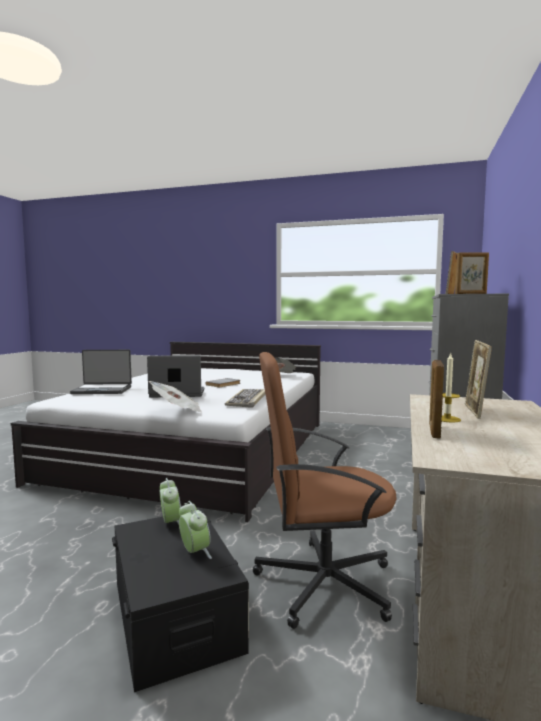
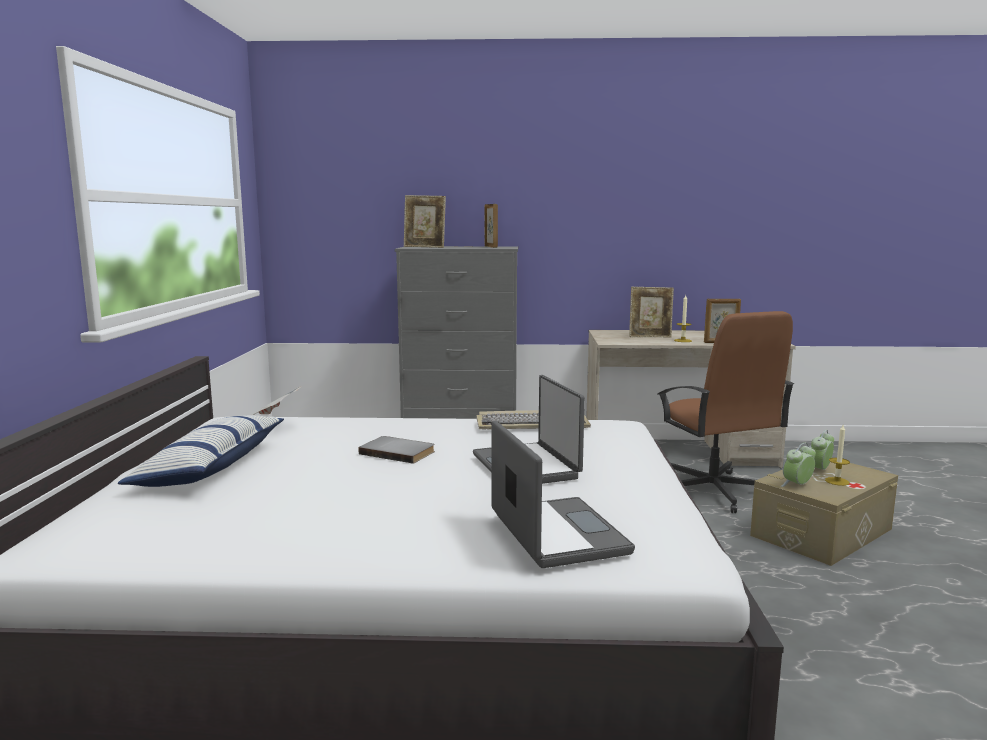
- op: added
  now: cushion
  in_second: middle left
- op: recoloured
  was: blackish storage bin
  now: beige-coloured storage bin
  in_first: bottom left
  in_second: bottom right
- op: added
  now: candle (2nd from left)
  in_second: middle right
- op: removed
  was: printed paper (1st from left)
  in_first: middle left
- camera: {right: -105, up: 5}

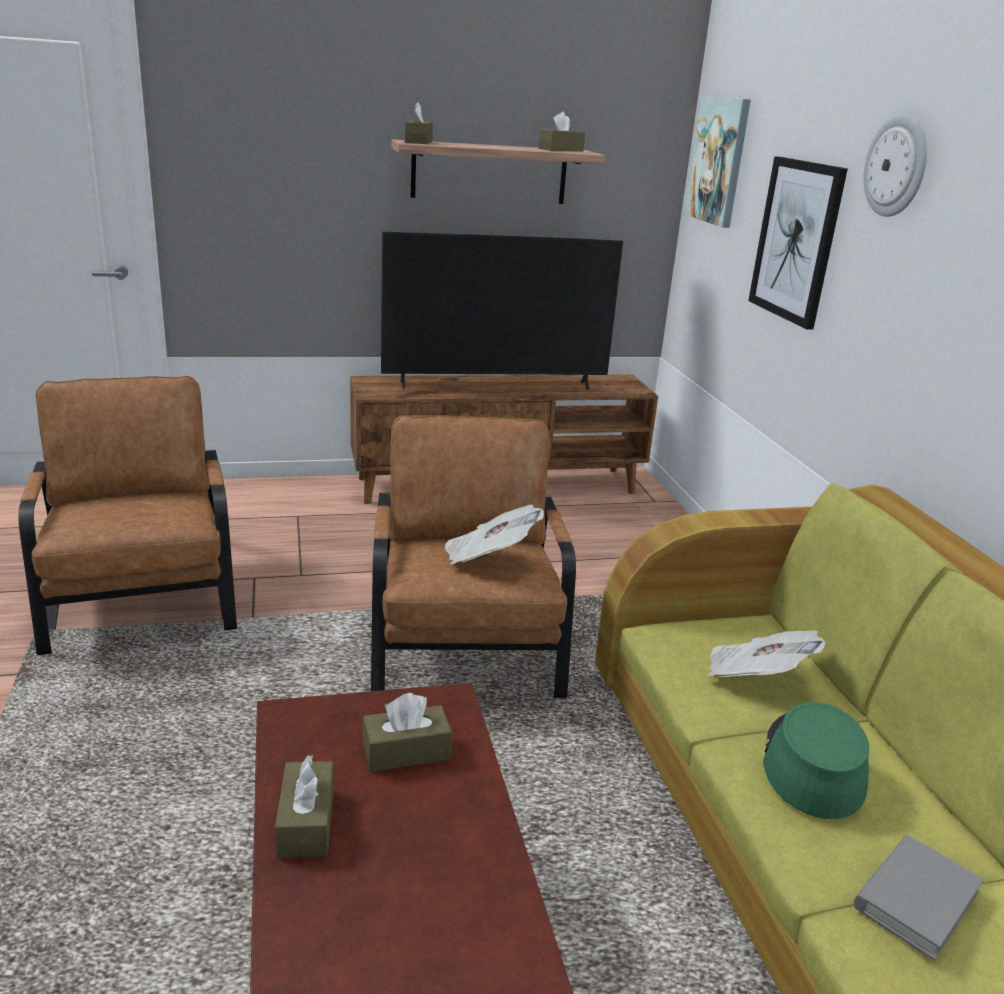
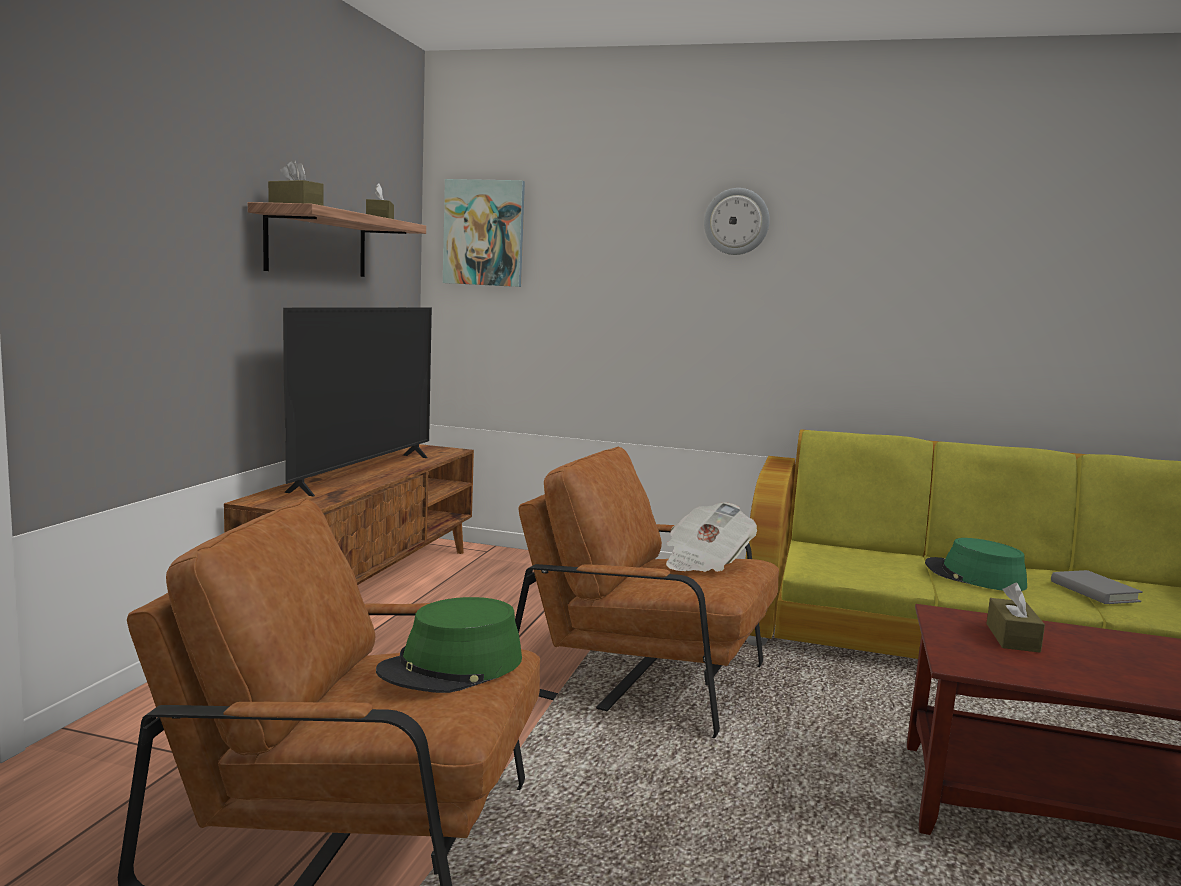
- op: added
  now: green-coloured clothing hat (1st from left)
  in_second: bottom centre
- op: removed
  was: brown tissue holder (1st from left)
  in_first: bottom left
- op: removed
  was: printed paper (2nd from left)
  in_first: middle right
- op: removed
  was: wall art (2nd from left)
  in_first: top right
- camera: {right: -60, up: -15}

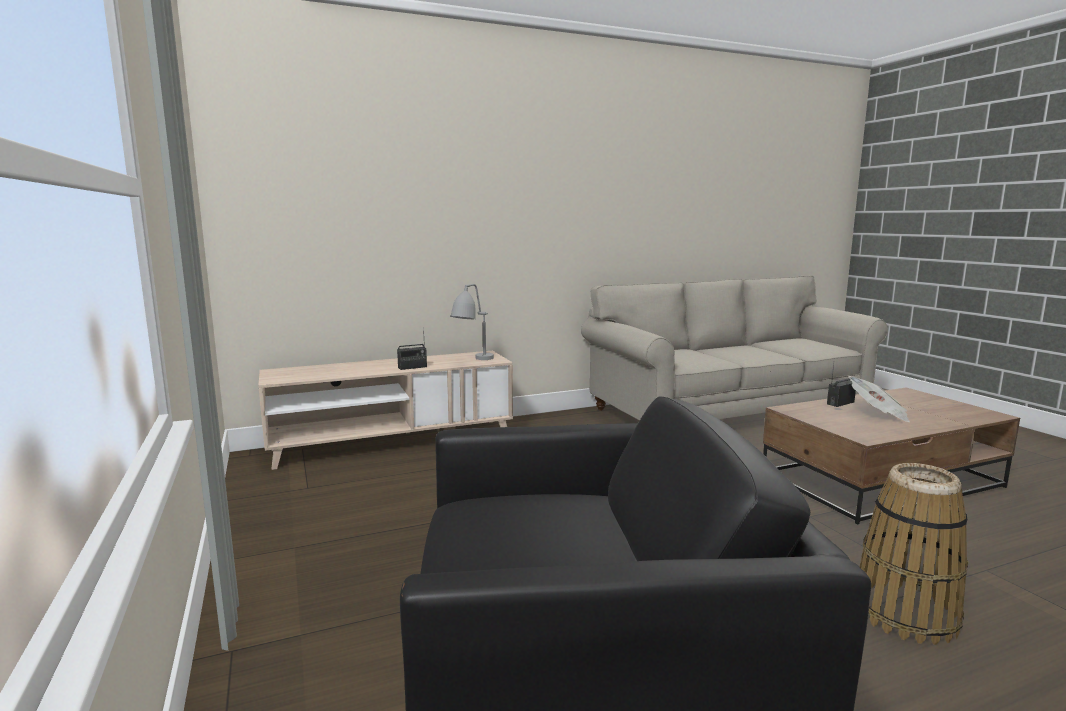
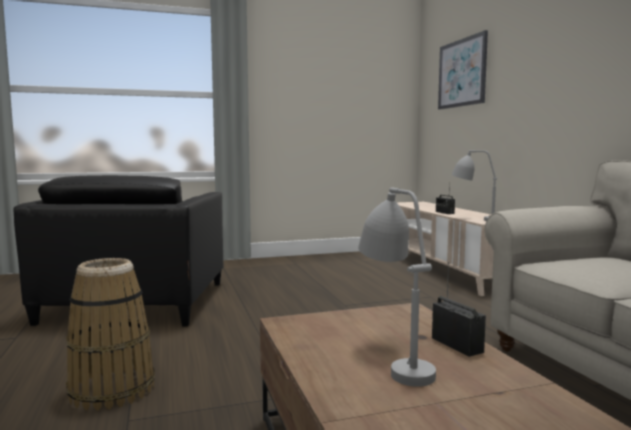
- op: replaced
  was: printed paper
  now: greyish table lamp (1st from left)
  in_first: middle right
  in_second: bottom centre
- op: added
  now: wall art
  in_second: top right
- camera: {right: 95, up: -5}

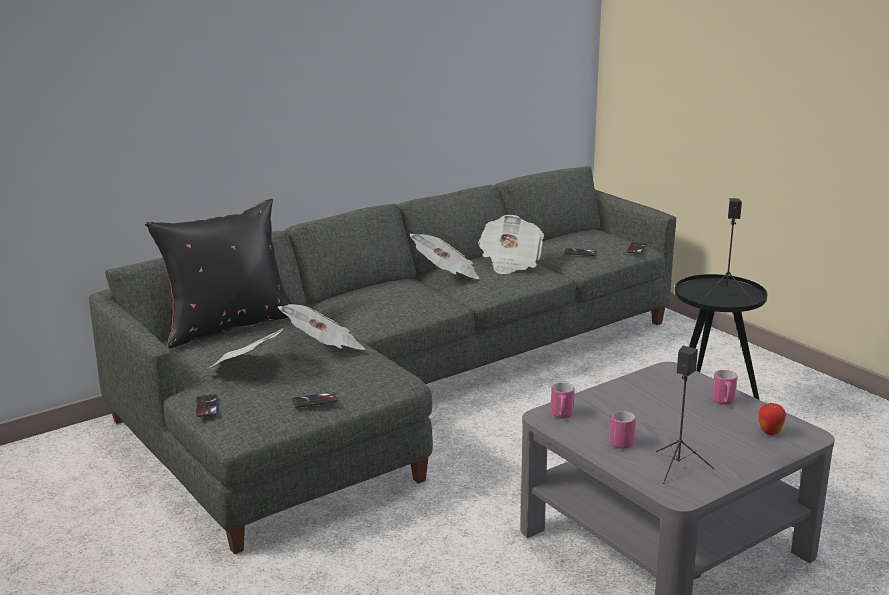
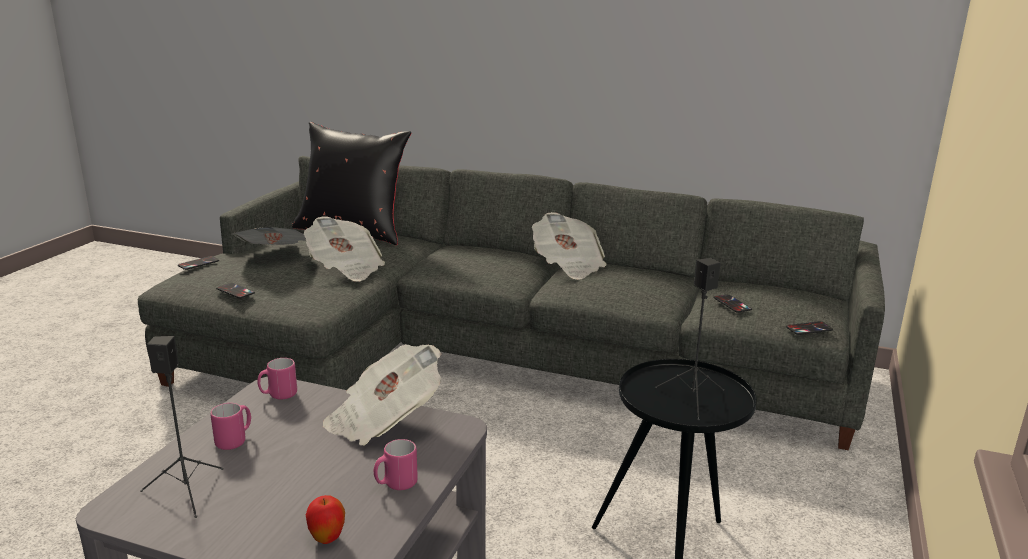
- op: moved
  was: printed paper (4th from left in the first image)
  now: printed paper (3rd from left)
  in_first: centre
  in_second: bottom centre
- camera: {right: 55, up: 0}

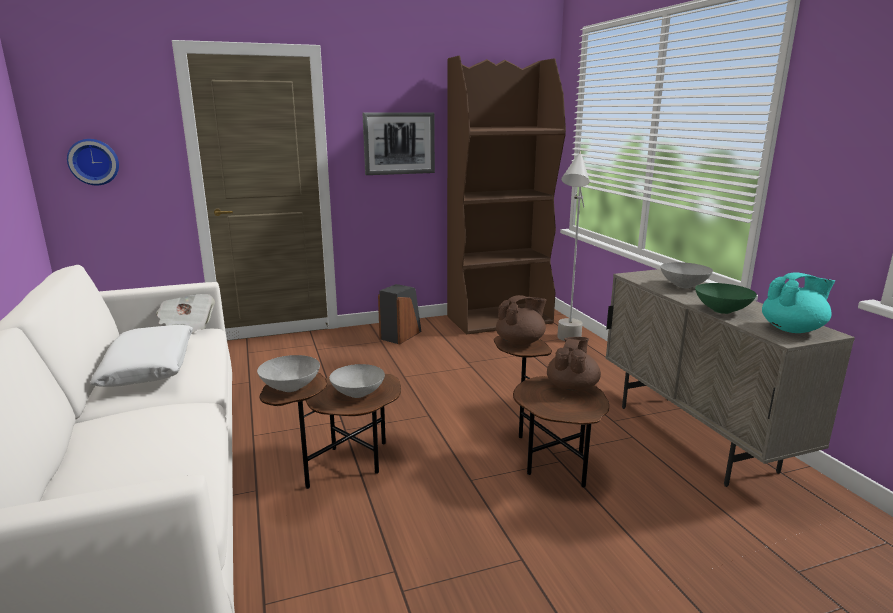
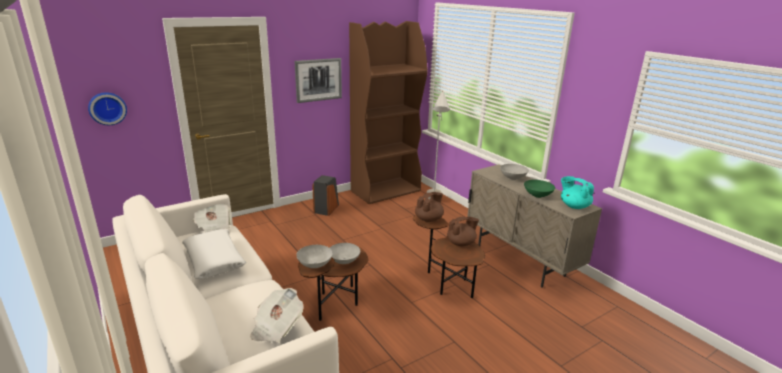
- op: added
  now: printed paper (2nd from left)
  in_second: bottom centre
- op: turned
  was: brown tea pot (2nd from left)
  in_first: centre
  in_second: centre
  clockwise: 60
- op: turned
  was: blue-green tea pot
  in_first: middle right
  in_second: middle right
  clockwise: -105
- camera: {right: -15, up: 5}

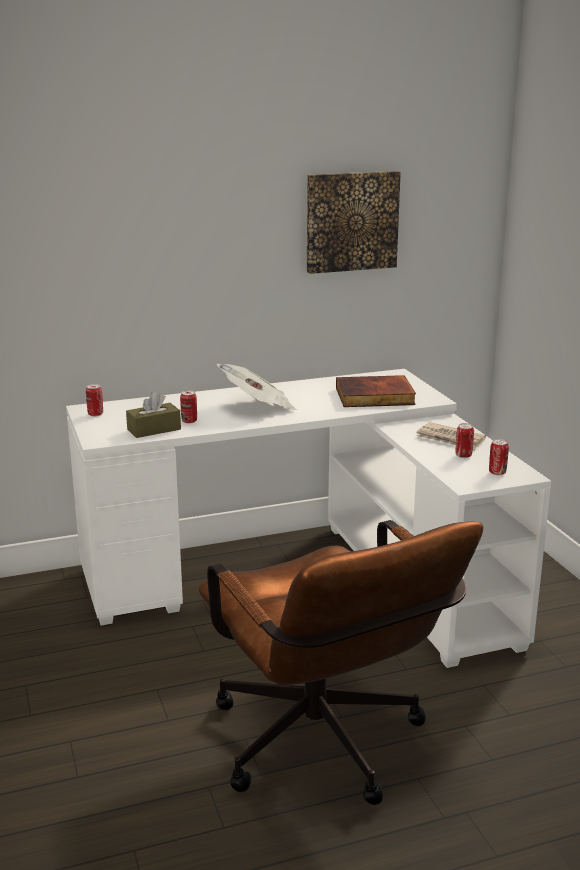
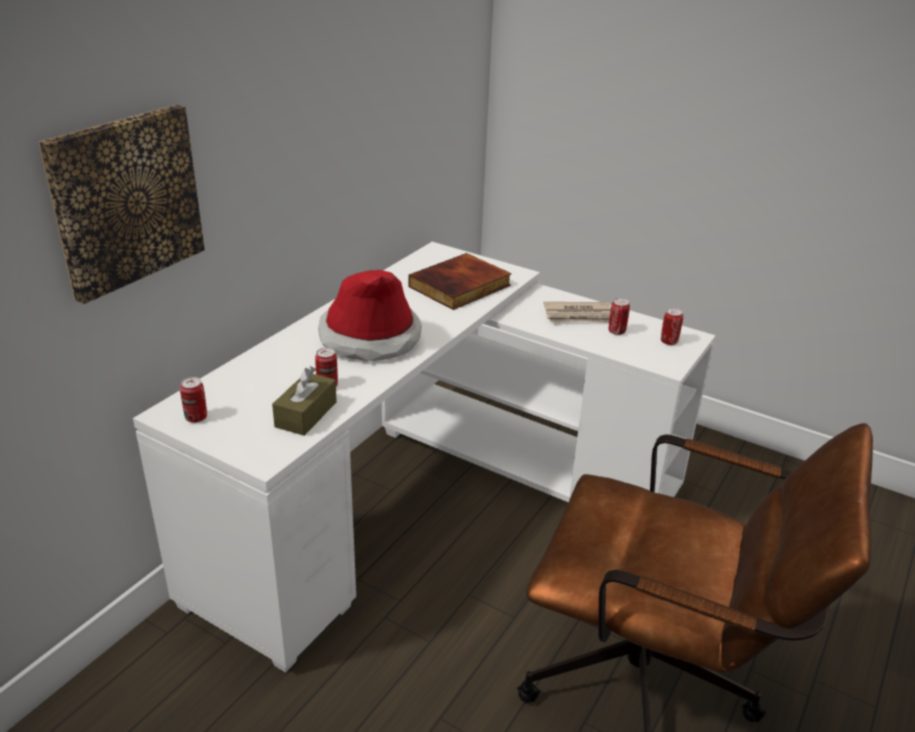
- op: moved
  was: wall art
  in_first: top centre
  in_second: top left
- op: replaced
  was: printed paper (1st from left)
  now: clothing hat
  in_first: centre
  in_second: centre
- camera: {right: -40, up: 10}

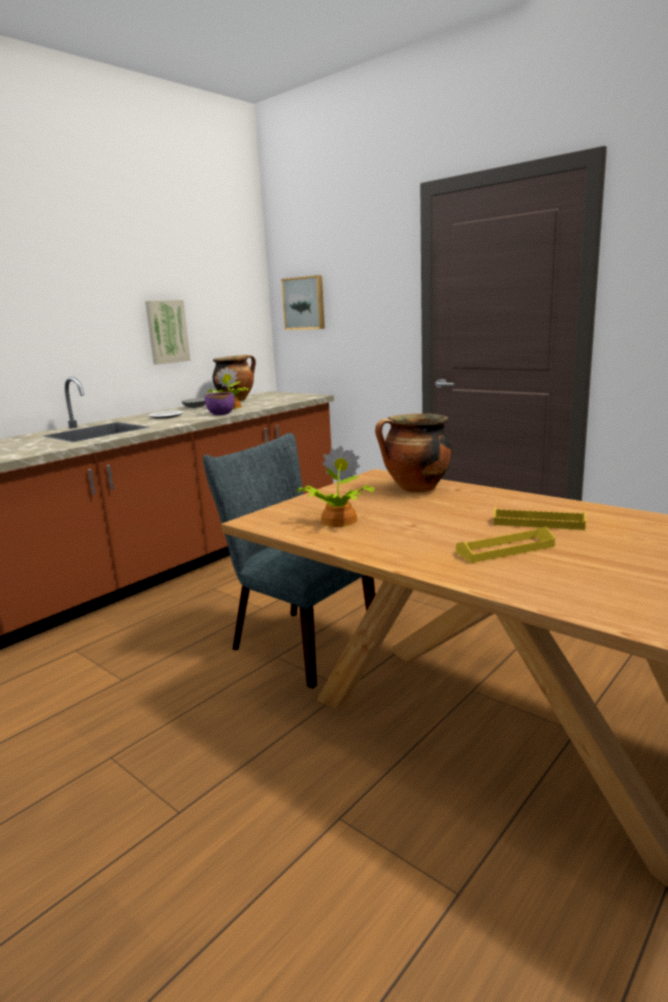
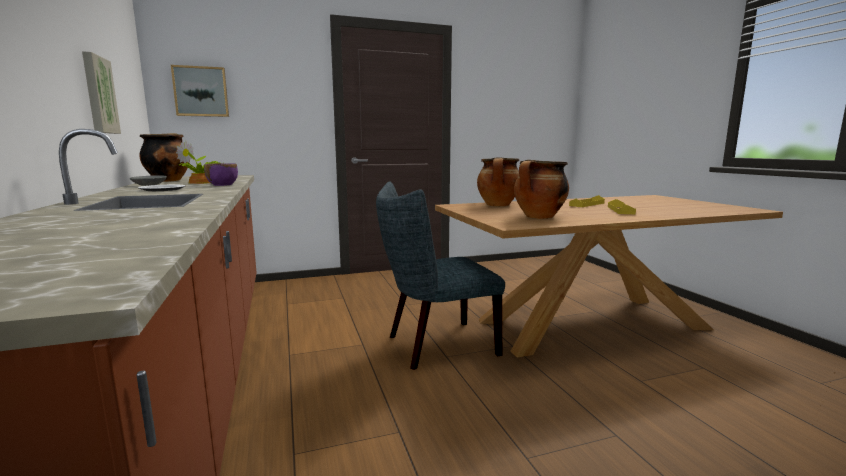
- op: replaced
  was: potted plant (2nd from left)
  now: saucepot (3rd from left)
  in_first: centre
  in_second: centre
- camera: {right: -60, up: -5}

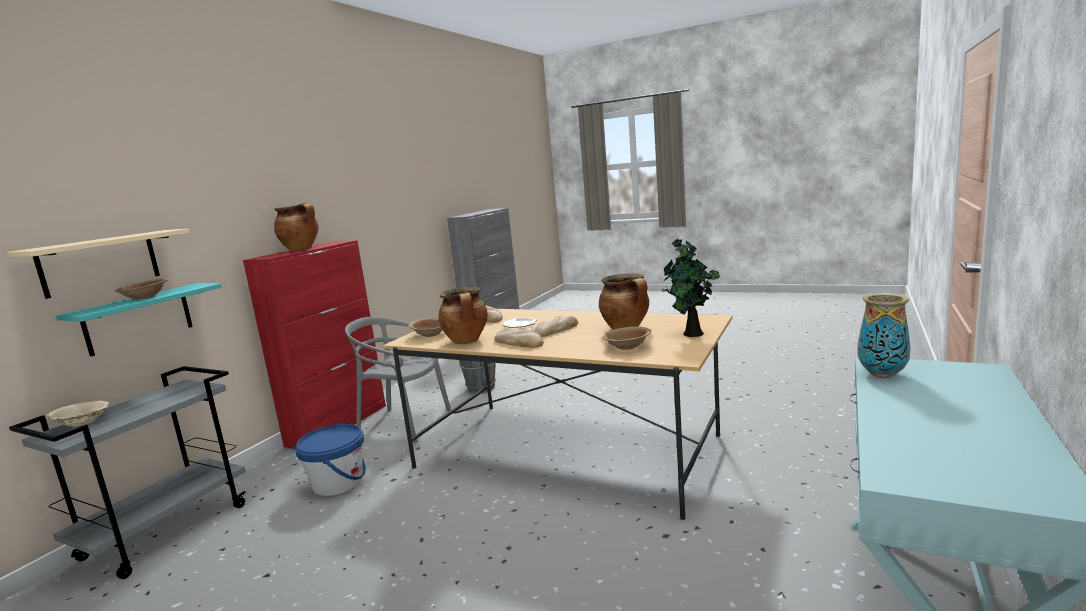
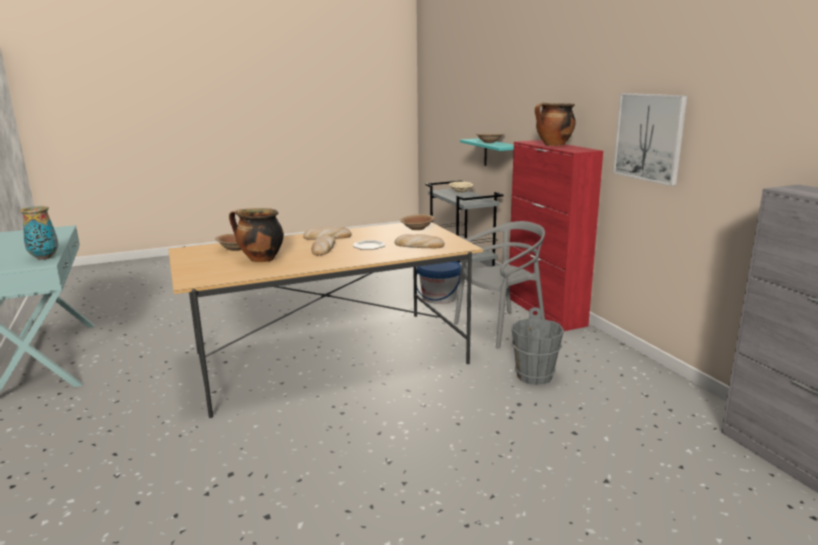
- op: added
  now: wall art
  in_second: top right
- op: removed
  was: beige-coloured shelf
  in_first: middle left
- op: removed
  was: saucepot (2nd from left)
  in_first: centre
- op: removed
  was: potted plant
  in_first: centre
- camera: {right: 130, up: 5}

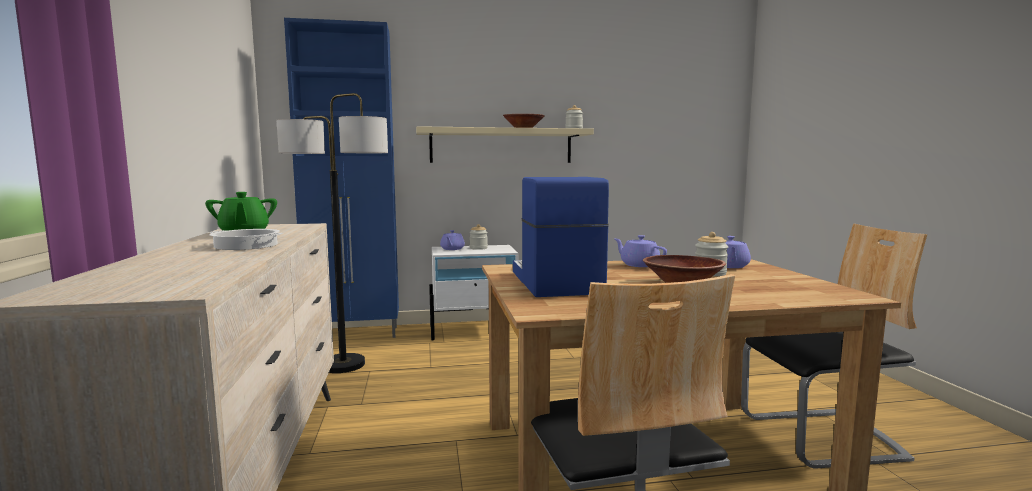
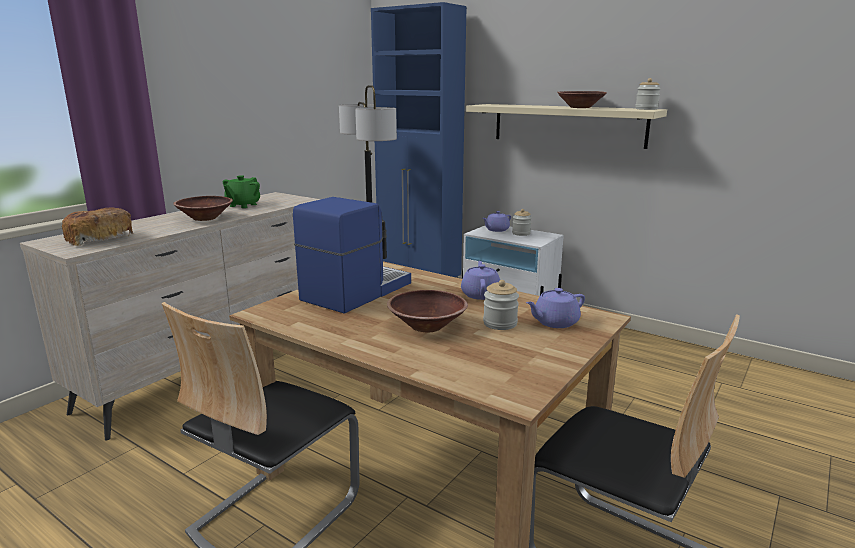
- op: added
  now: baked bread
  in_second: middle left
- op: replaced
  was: saucepot
  now: brown serving bowl (1st from left)
  in_first: middle left
  in_second: middle left
- camera: {right: 45, up: 10}

